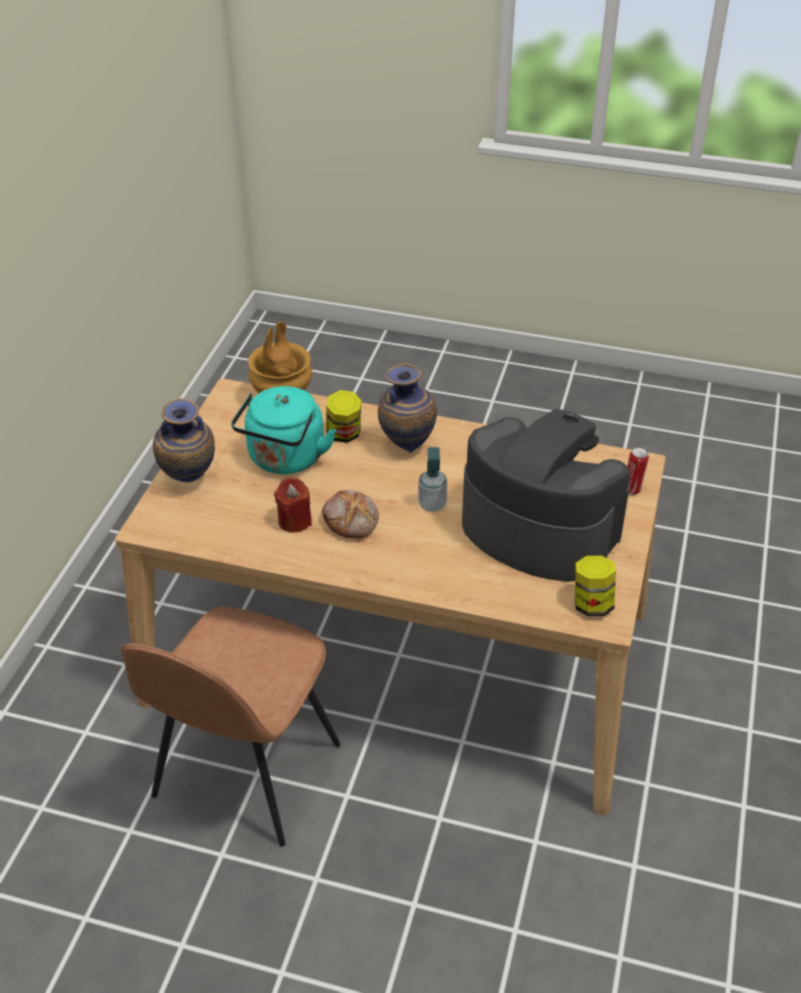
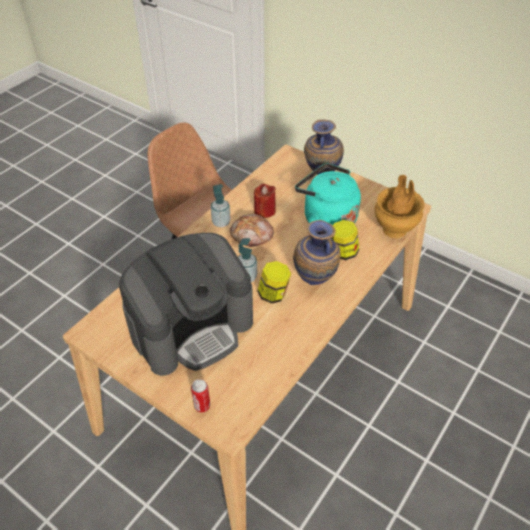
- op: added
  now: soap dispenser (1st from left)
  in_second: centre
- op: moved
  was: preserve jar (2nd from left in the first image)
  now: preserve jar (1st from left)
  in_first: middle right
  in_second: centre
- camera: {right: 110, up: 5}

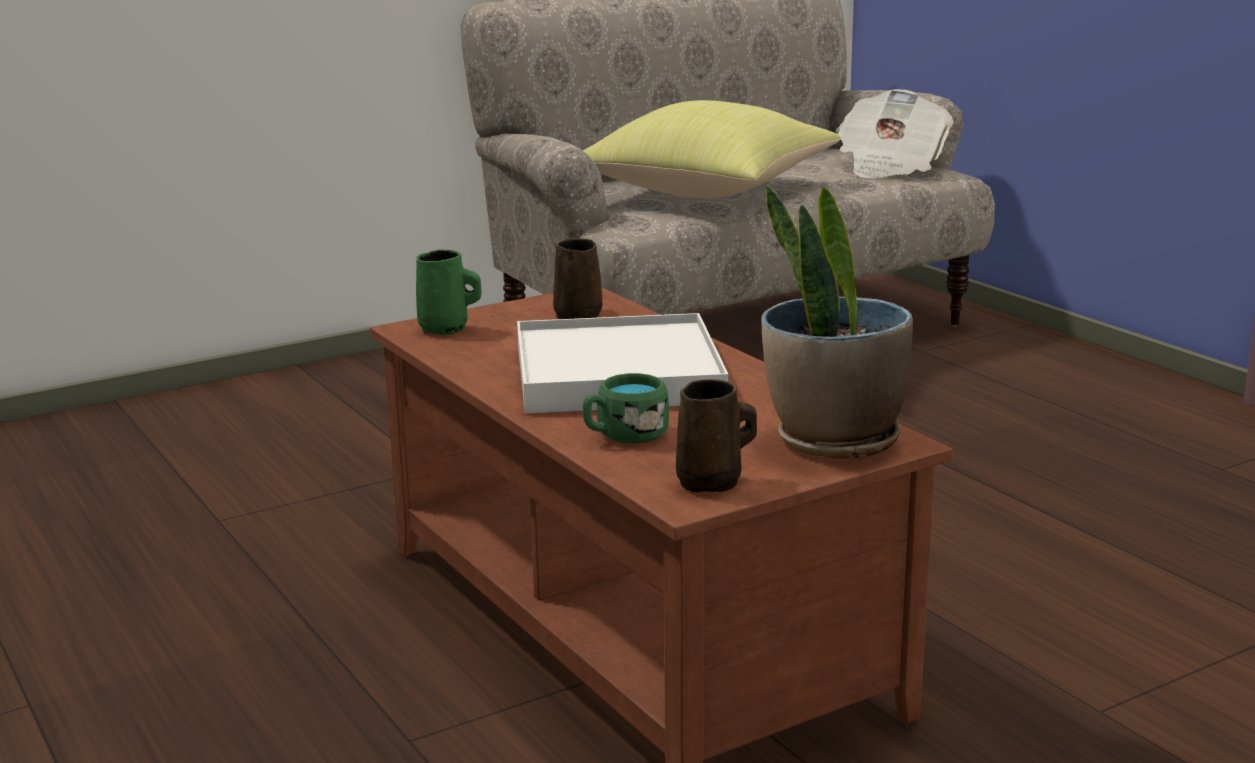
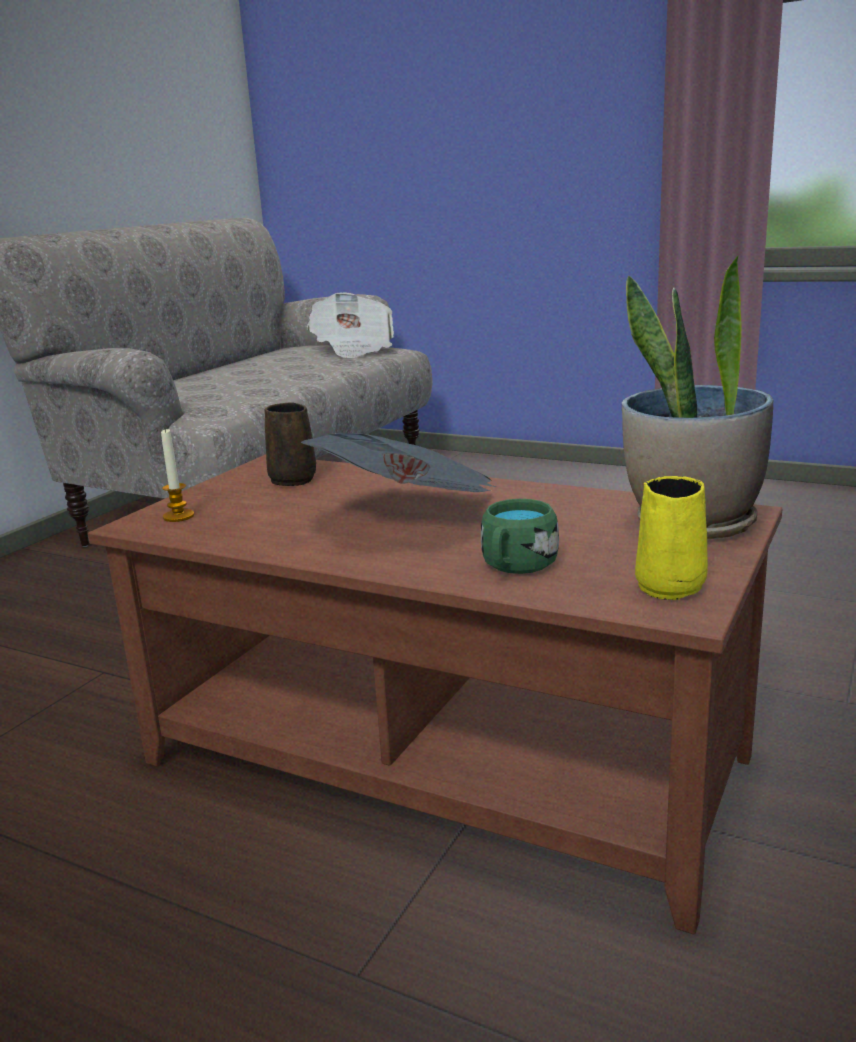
- op: replaced
  was: green-coloured coffee mug (1st from left)
  now: candle
  in_first: centre
  in_second: middle left
- op: replaced
  was: whitish serving tray
  now: printed paper (2nd from left)
  in_first: centre
  in_second: centre
- op: recoloured
  was: brown coffee mug (2nd from left)
  now: yellow coffee mug
  in_first: centre
  in_second: middle right
- op: removed
  was: yellow cushion
  in_first: top centre
- camera: {right: -30, up: 0}

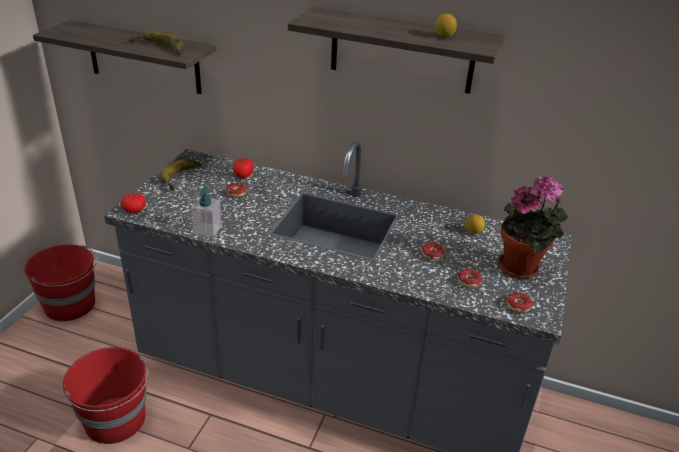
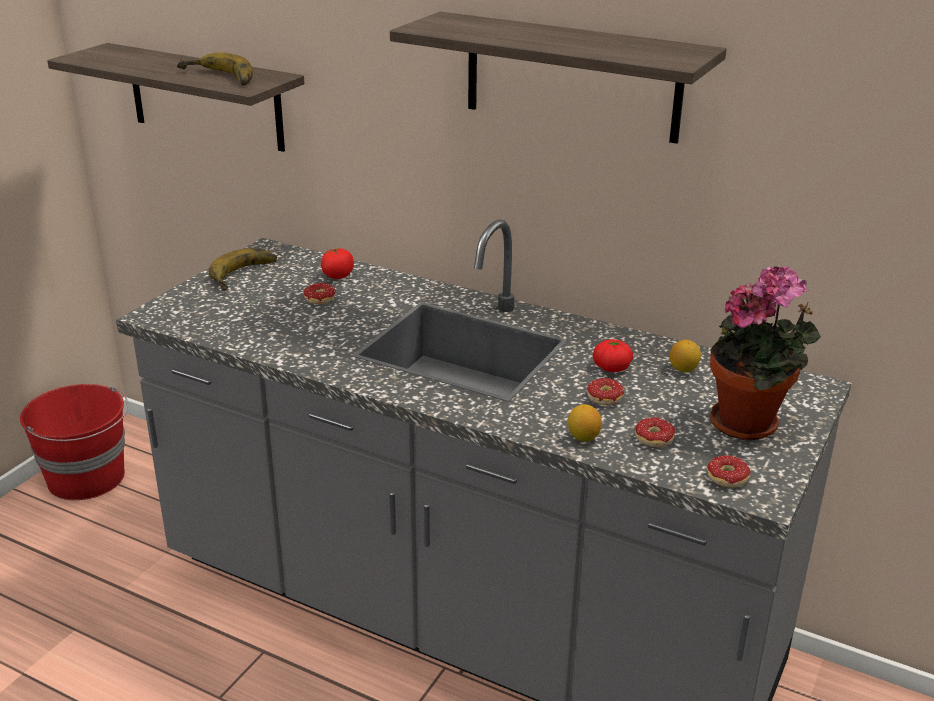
- op: moved
  was: whole lemon (1st from left)
  in_first: top centre
  in_second: centre
- op: moved
  was: fresh tomato (1st from left in the first image)
  now: fresh tomato (2nd from left)
  in_first: middle left
  in_second: centre
- op: removed
  was: red water bucket (2nd from left)
  in_first: bottom left
- op: removed
  was: soap dispenser
  in_first: middle left
- camera: {right: 10, up: -5}

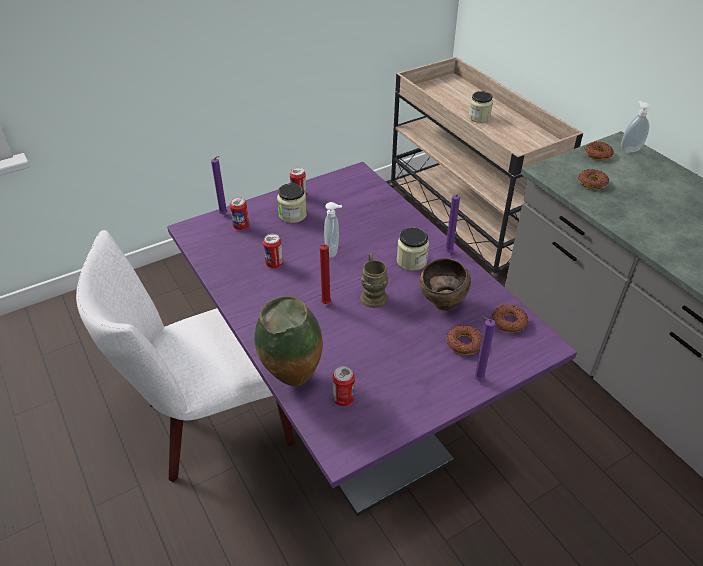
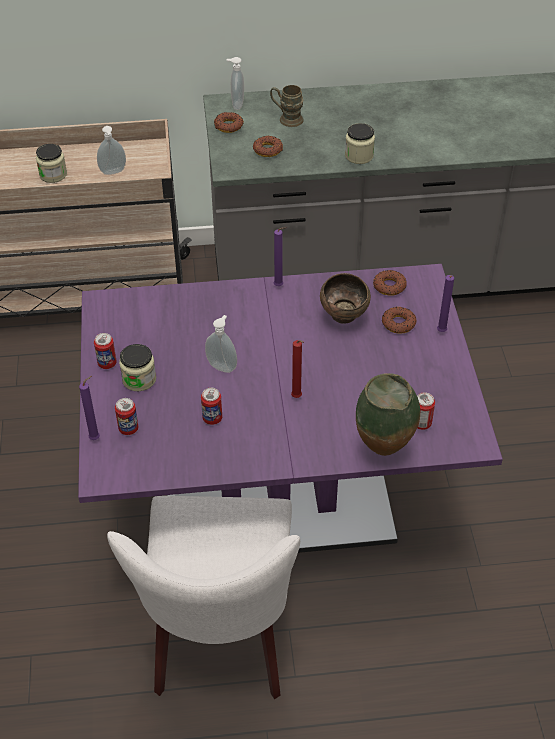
- op: added
  now: soap dispenser (1st from left)
  in_second: top left
- op: moved
  was: brown coffee mug
  in_first: centre
  in_second: top centre
- op: moved
  was: preserve jar (2nd from left in the first image)
  now: preserve jar (3rd from left)
  in_first: centre
  in_second: top centre
- camera: {right: -65, up: 5}

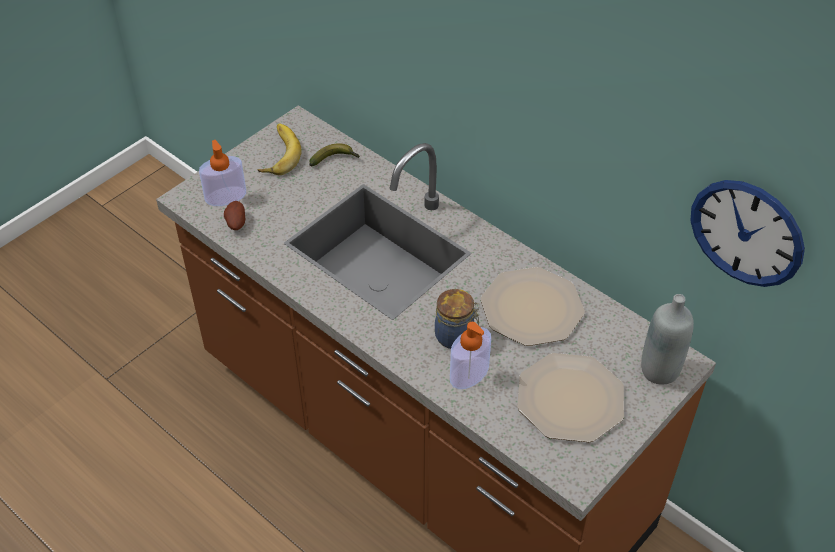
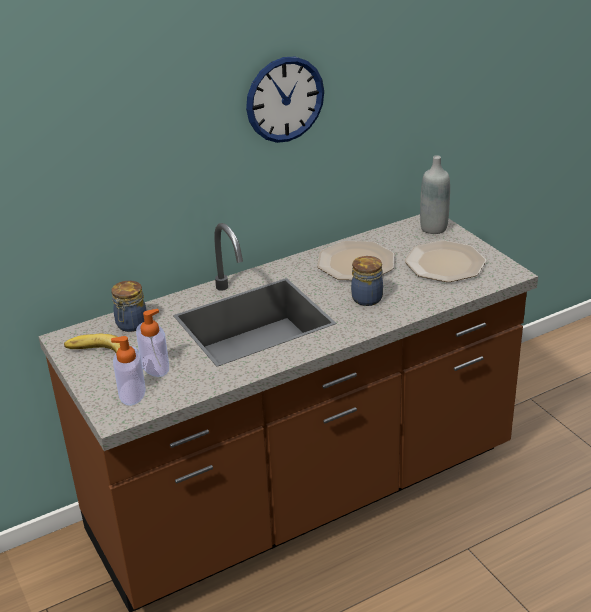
- op: replaced
  was: banana fruit (2nd from left)
  now: preserve jar (1st from left)
  in_first: top centre
  in_second: middle left
- op: moved
  was: soap dispenser (2nd from left)
  in_first: centre
  in_second: middle left
- op: moved
  was: hanging clock
  in_first: middle right
  in_second: top centre
- op: removed
  was: whole potato
  in_first: middle left
- camera: {right: -70, up: -15}

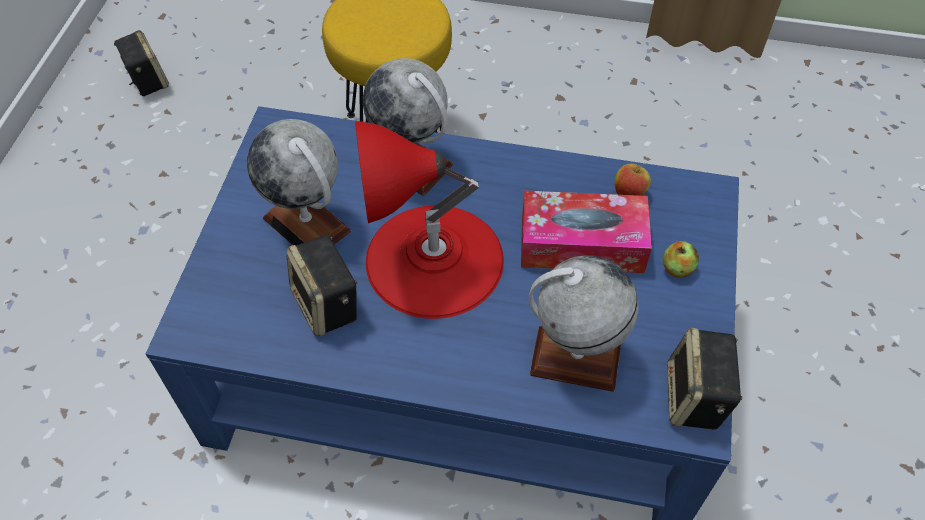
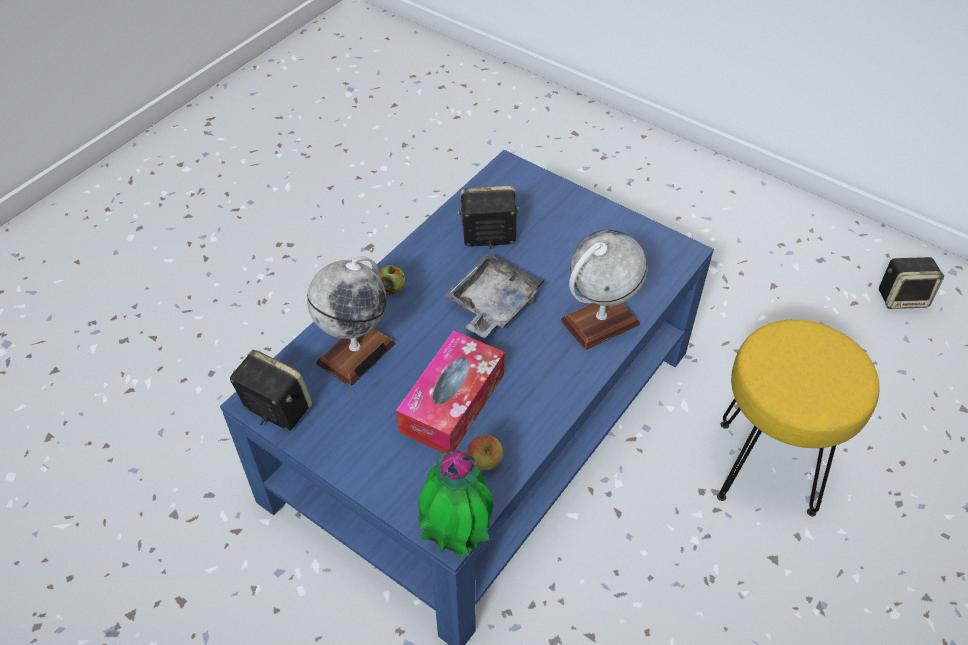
- op: moved
  was: apple (2nd from left in the first image)
  now: apple (1st from left)
  in_first: middle right
  in_second: centre
- op: added
  now: potted plant
  in_second: bottom centre
- op: replaced
  was: red table lamp
  now: greyish serving tray
  in_first: centre
  in_second: centre
- op: removed
  was: globe (1st from left)
  in_first: middle left
- camera: {right: 115, up: -5}

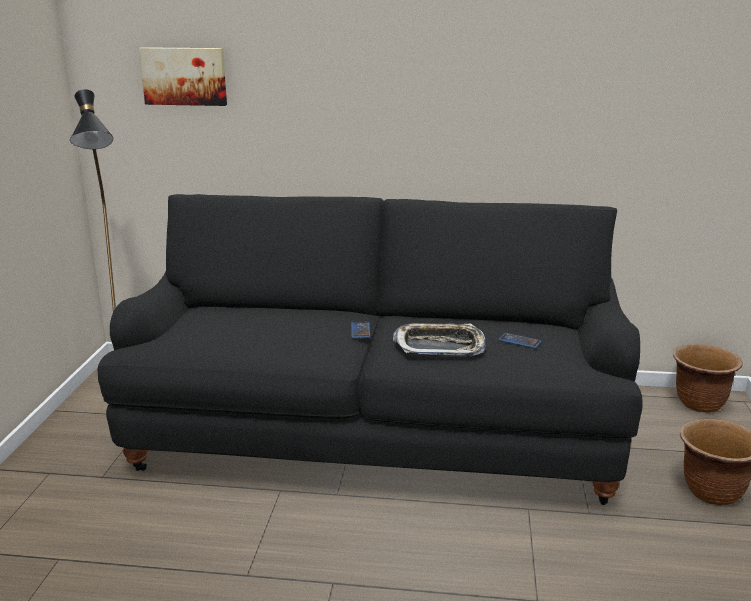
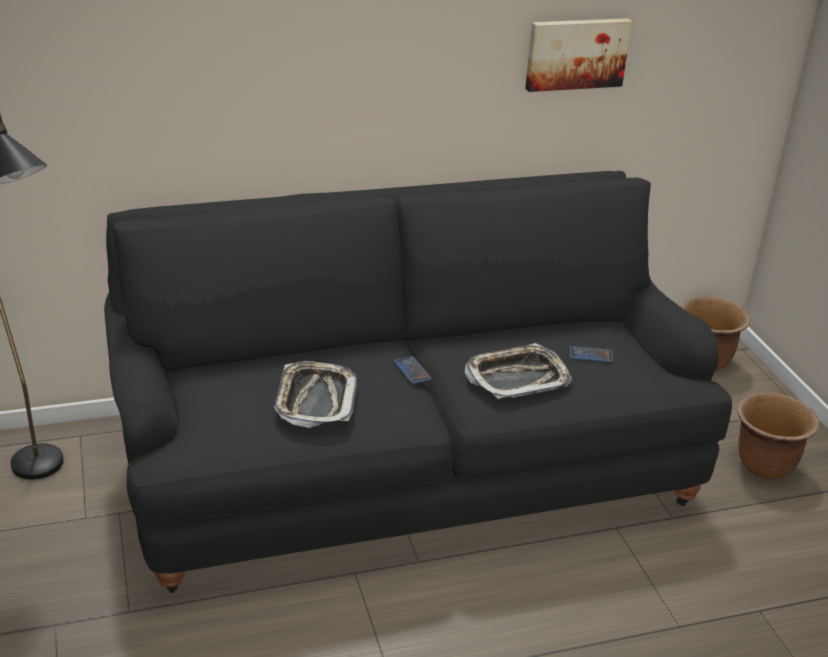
- op: added
  now: serving tray (1st from left)
  in_second: centre
- op: moved
  was: wall art
  in_first: top left
  in_second: top right
- camera: {right: -25, up: 10}

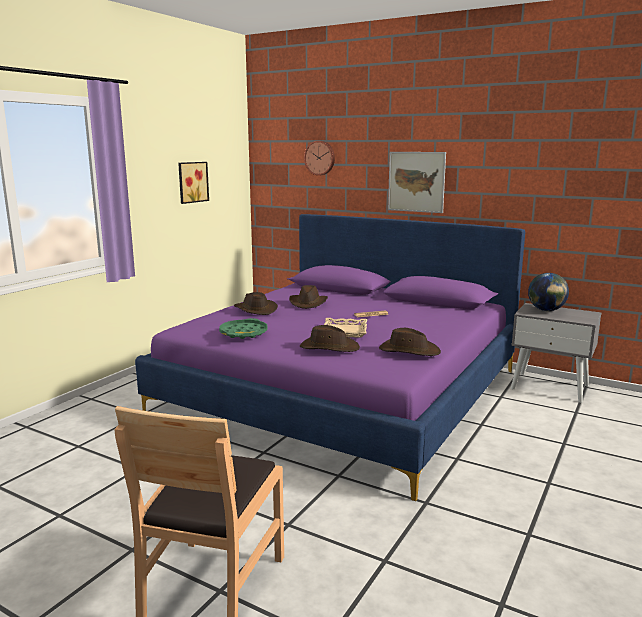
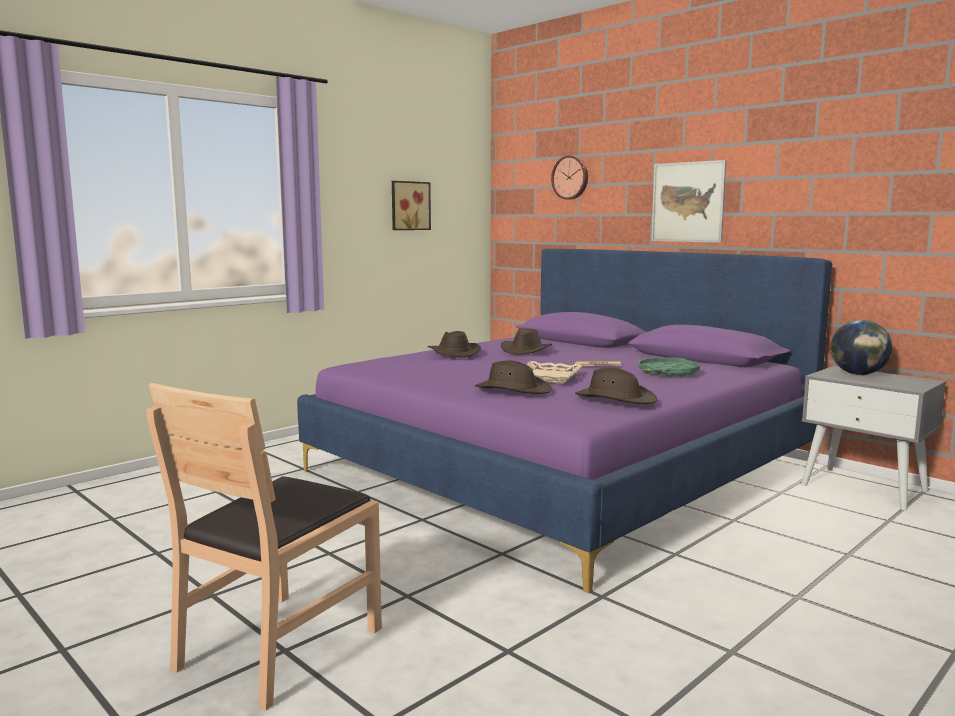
- op: moved
  was: green-coloured serving tray
  in_first: centre
  in_second: middle right
- camera: {right: 15, up: -5}

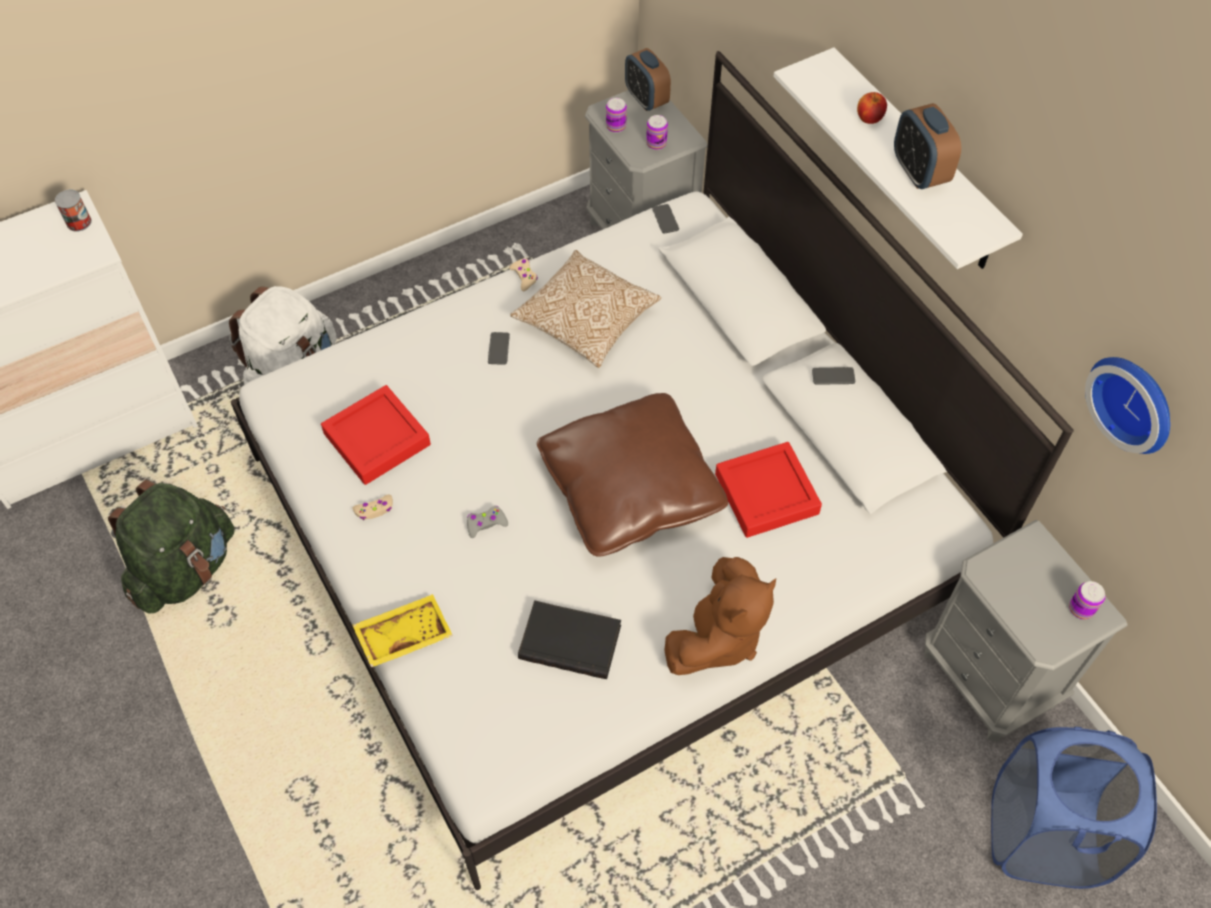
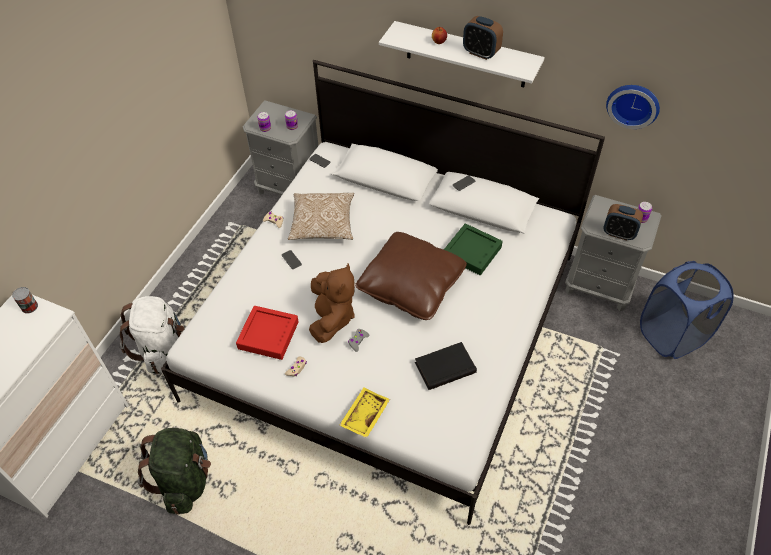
- op: moved
  was: brown soft toy
  in_first: bottom centre
  in_second: centre
- op: recoloured
  was: red serving tray (2nd from left)
  now: green-coloured serving tray
  in_first: centre
  in_second: centre
- op: moved
  was: table clock (1st from left in the first image)
  now: table clock (2nd from left)
  in_first: top centre
  in_second: middle right
- camera: {right: -35, up: -5}

